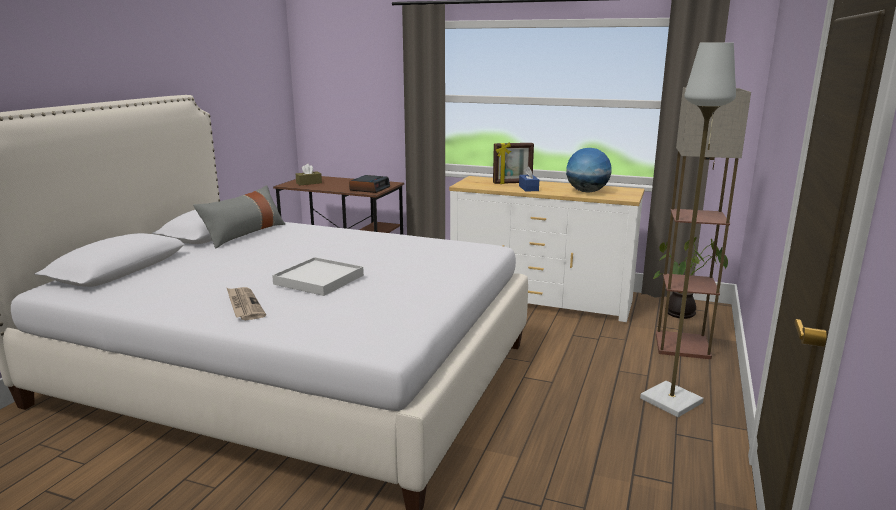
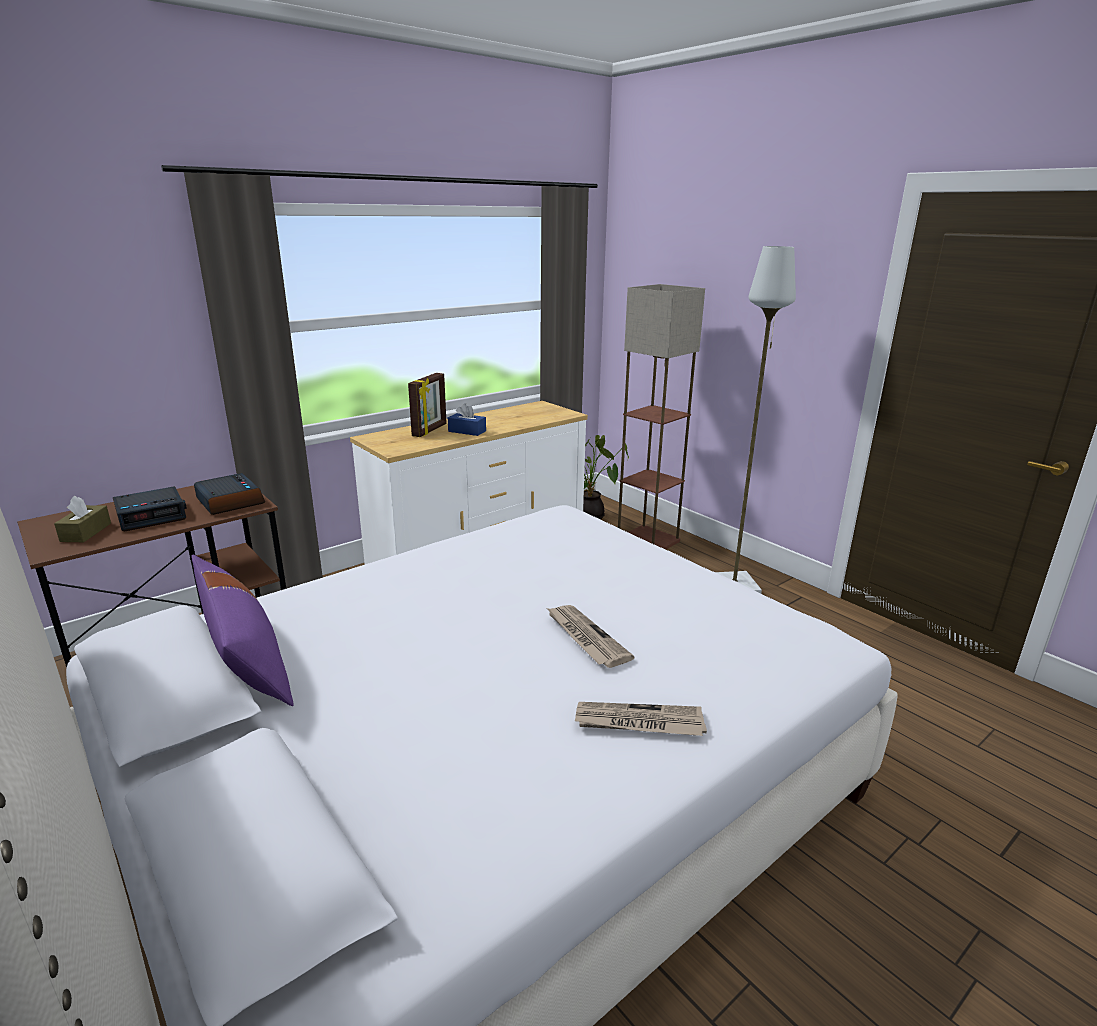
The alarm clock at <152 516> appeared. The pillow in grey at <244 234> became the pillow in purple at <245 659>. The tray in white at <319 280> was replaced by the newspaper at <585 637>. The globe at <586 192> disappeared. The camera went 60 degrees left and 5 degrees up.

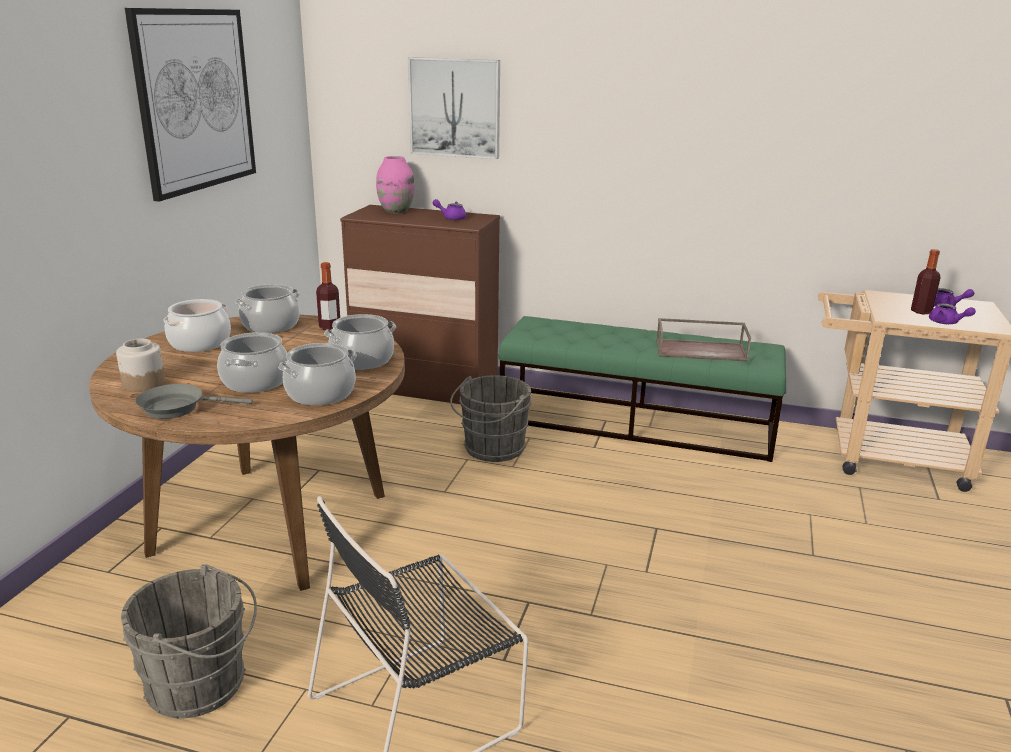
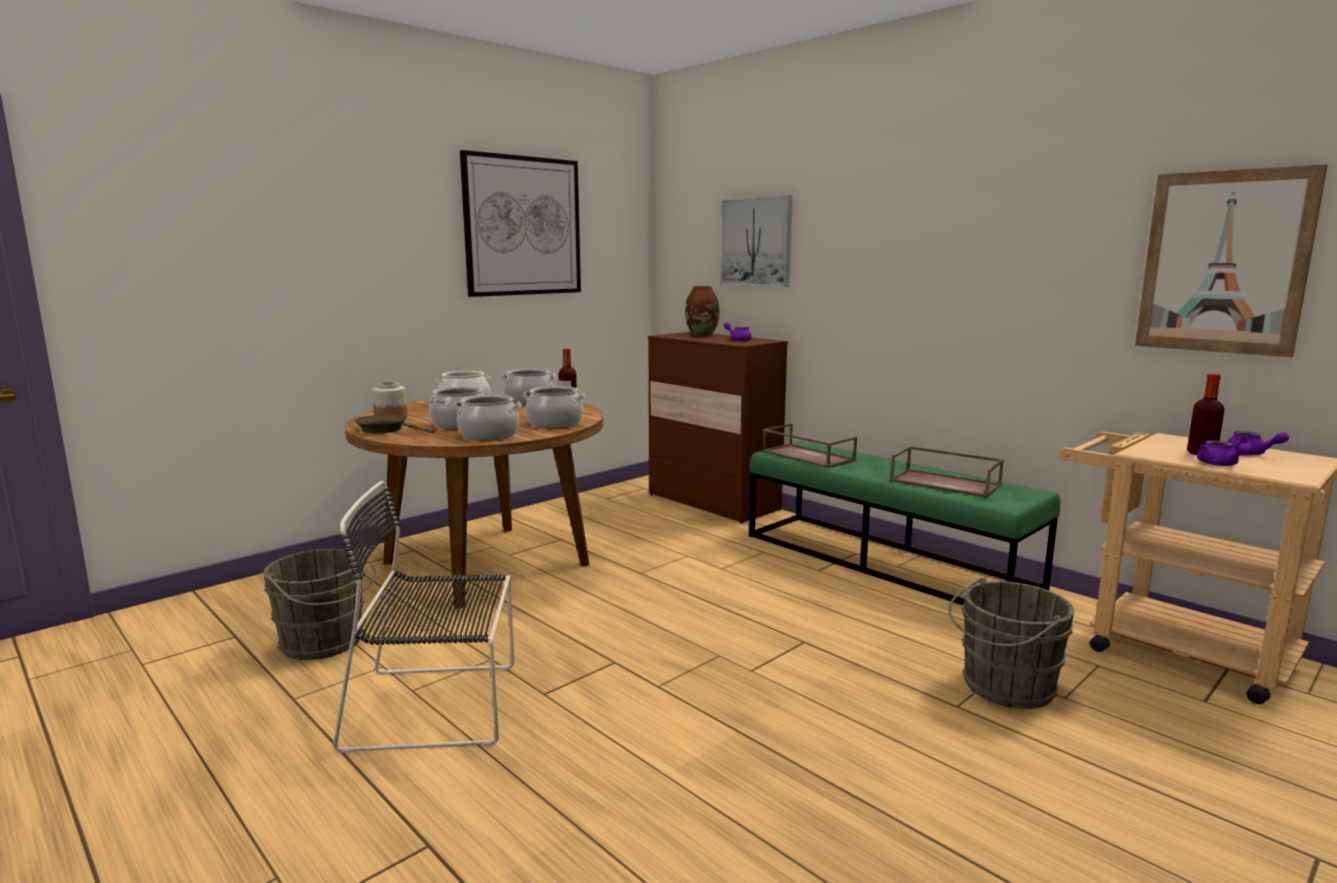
The frying pan in grey at <178 408> became the frying pan in brown at <386 430>. The vase in pink at <396 211> became the vase in brown at <701 335>. The tray in brown at <806 456> appeared. The bucket in grey moved from <492 449> to <1003 687>. The picture at <1223 262> appeared. The camera went 30 degrees right and 10 degrees down.

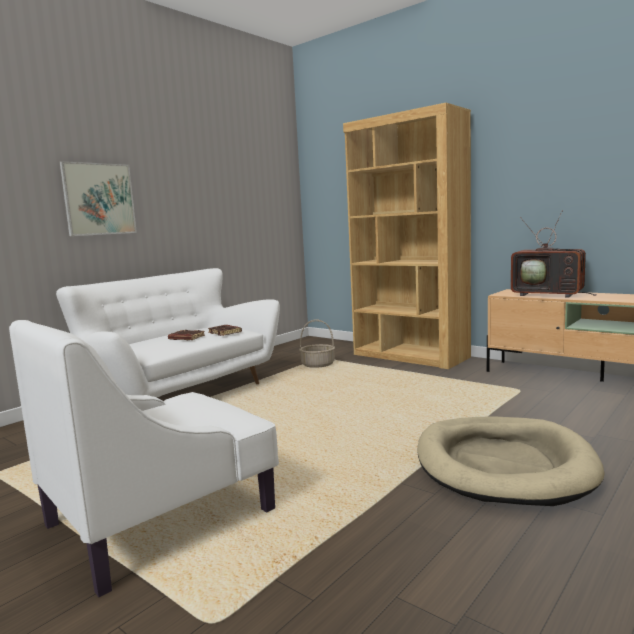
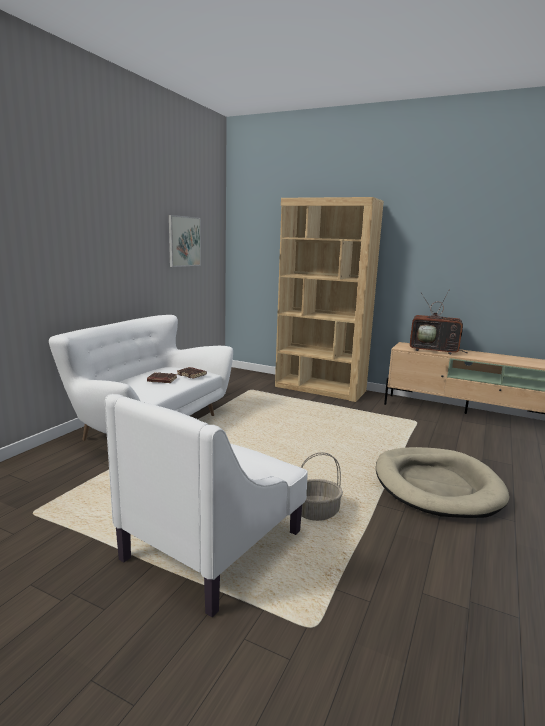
The picture moved from <99 199> to <184 241>. The basket moved from <318 365> to <316 511>. The camera went 15 degrees left and 5 degrees up.

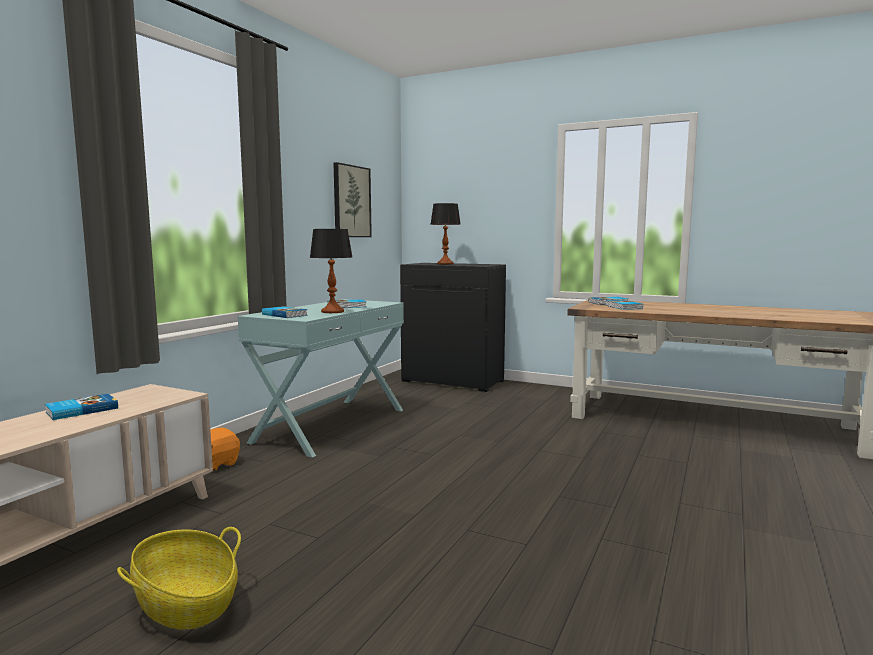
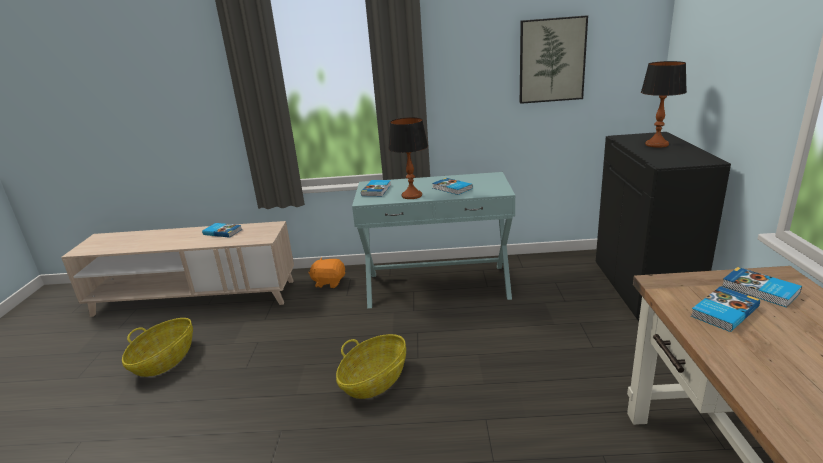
The basket at <375 381> appeared. The camera went 65 degrees right and 15 degrees up.

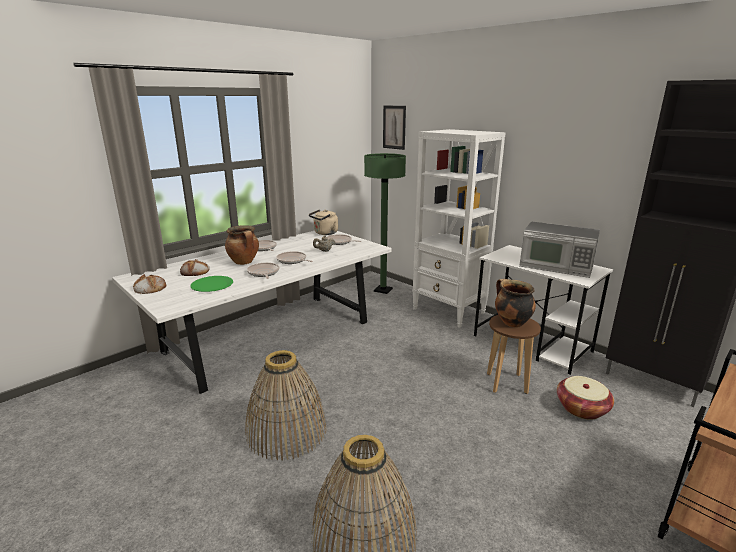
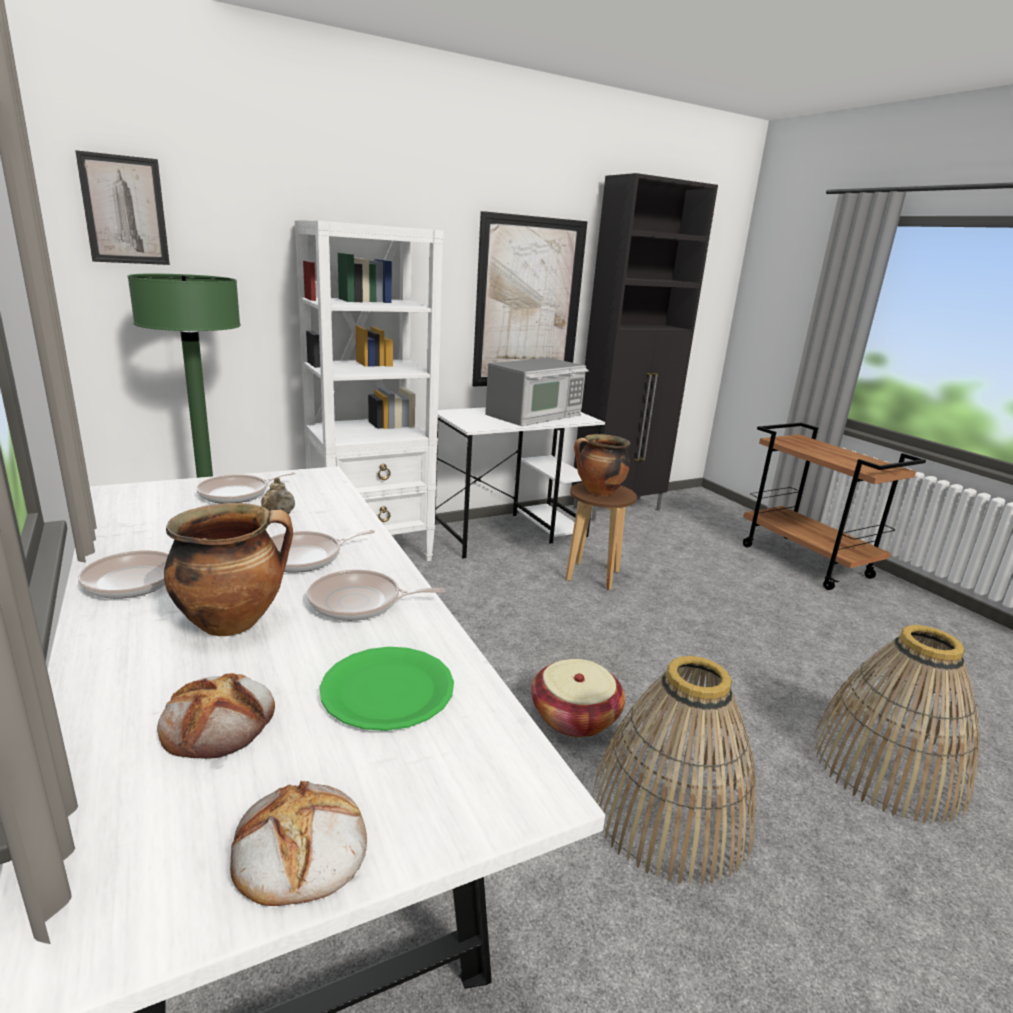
The picture at <529 304> appeared. The basket moved from <581 408> to <574 717>. The kettle in beige at <324 233> disappeared. The camera went 75 degrees left and 0 degrees up.

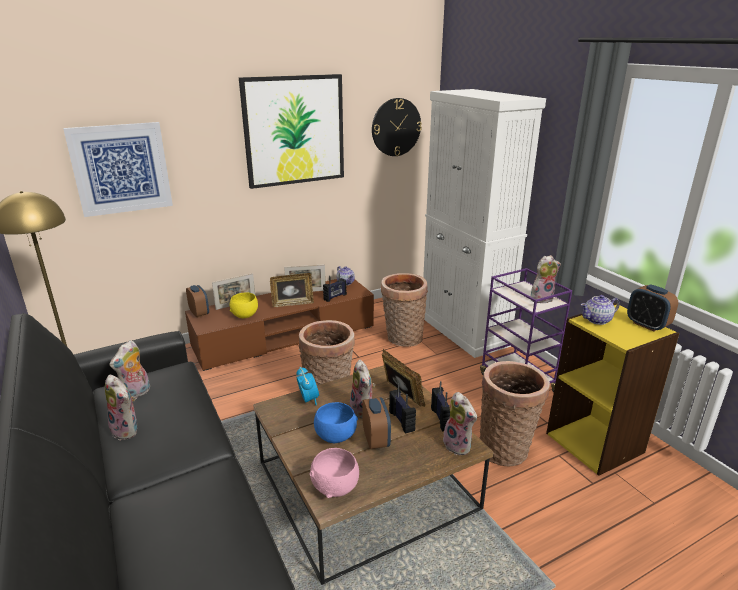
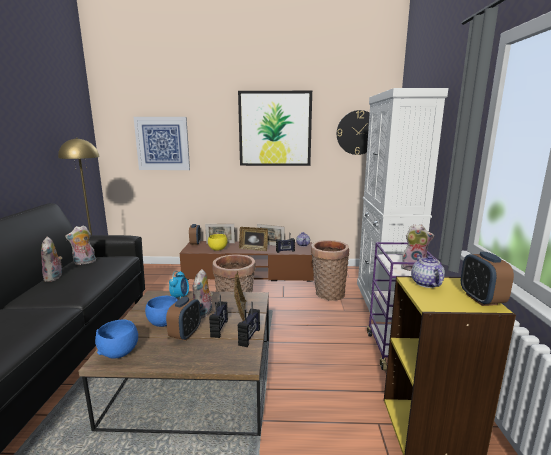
The bowl in pink at <336 487> became the bowl in blue at <119 352>. The teapot at <597 320> turned 75 degrees clockwise. The plush toy at <459 445> disappeared. The basket at <506 448> disappeared. The camera went 30 degrees right and 10 degrees down.

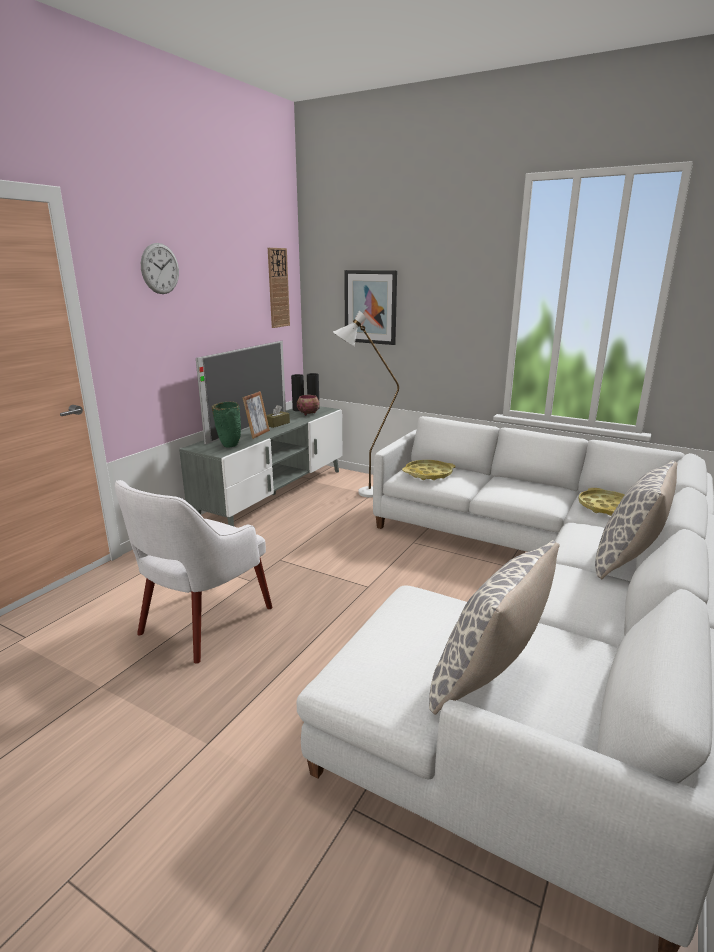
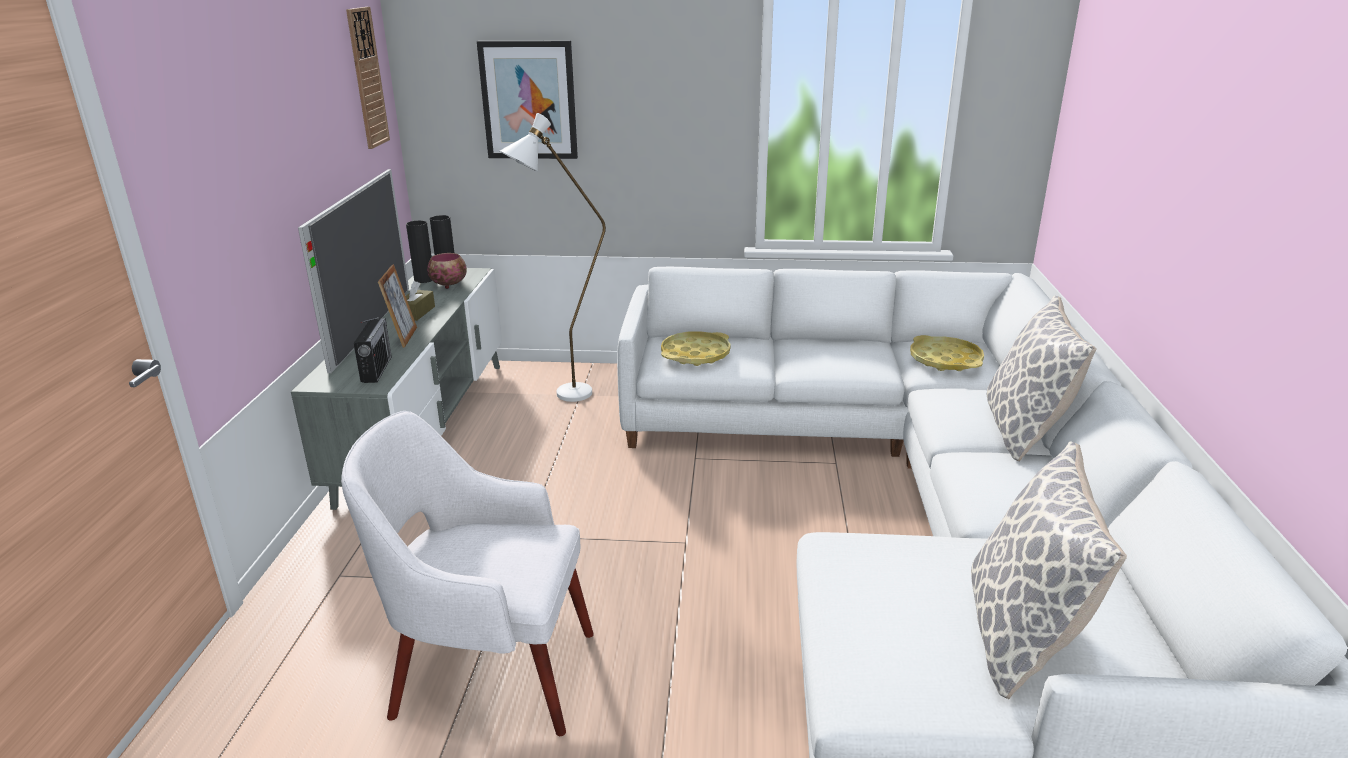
The armchair in white at <203 622> turned 90 degrees clockwise. The vase in green at <228 446> was replaced by the radio at <376 369>. The wall clock at <160 268> disappeared. The camera went 25 degrees left and 5 degrees up.

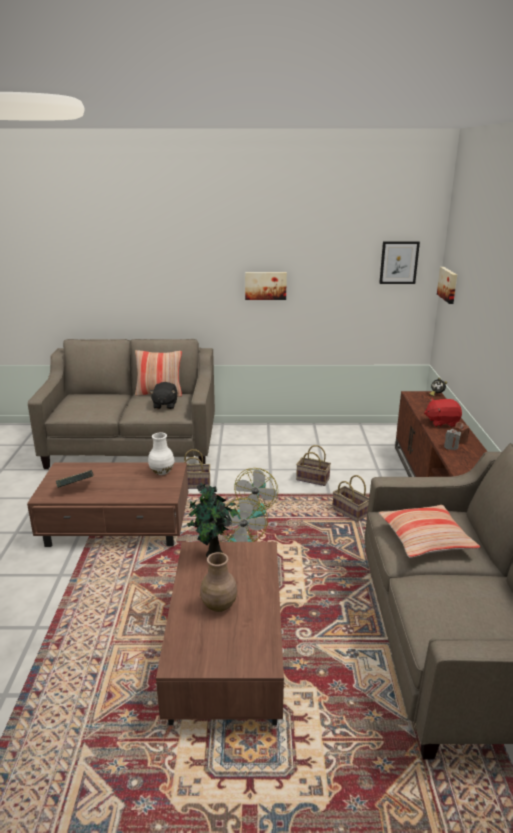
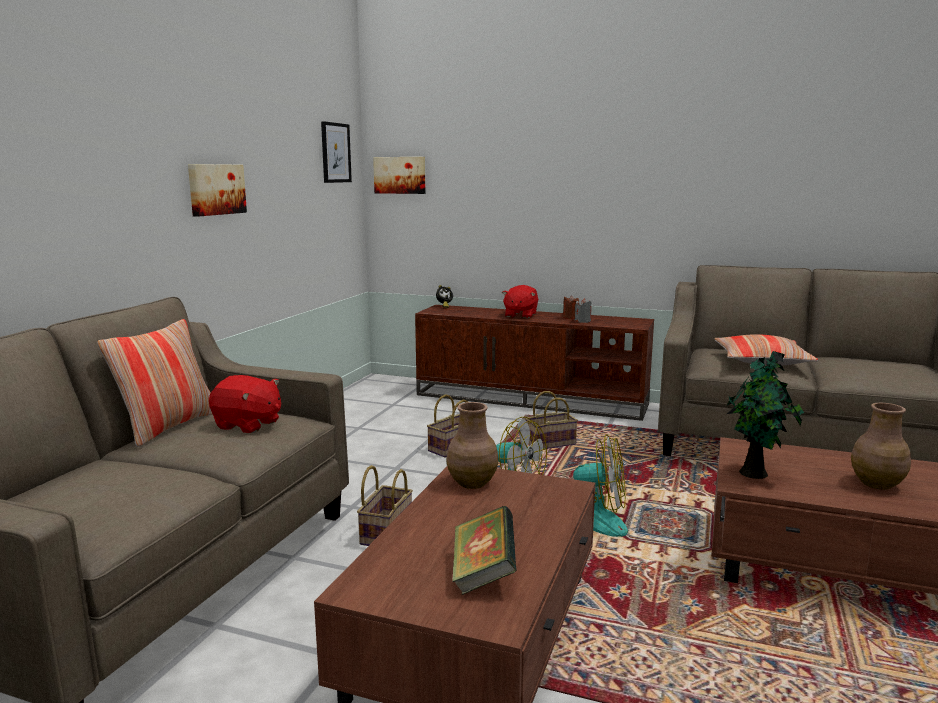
The plush toy in black at <165 405> became the plush toy in red at <248 425>. The vase in white at <162 471> became the vase in brown at <472 482>. The camera went 70 degrees left and 10 degrees down.

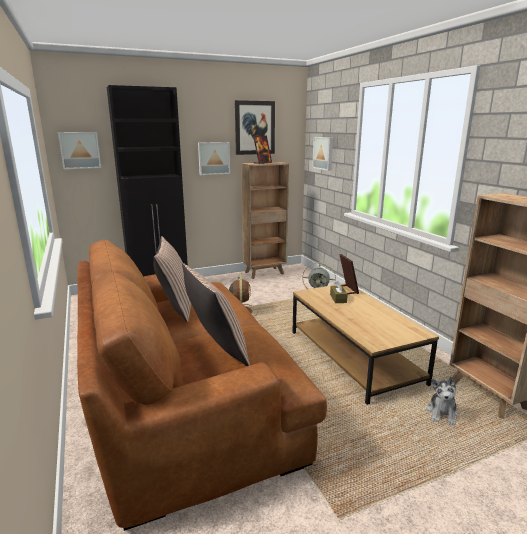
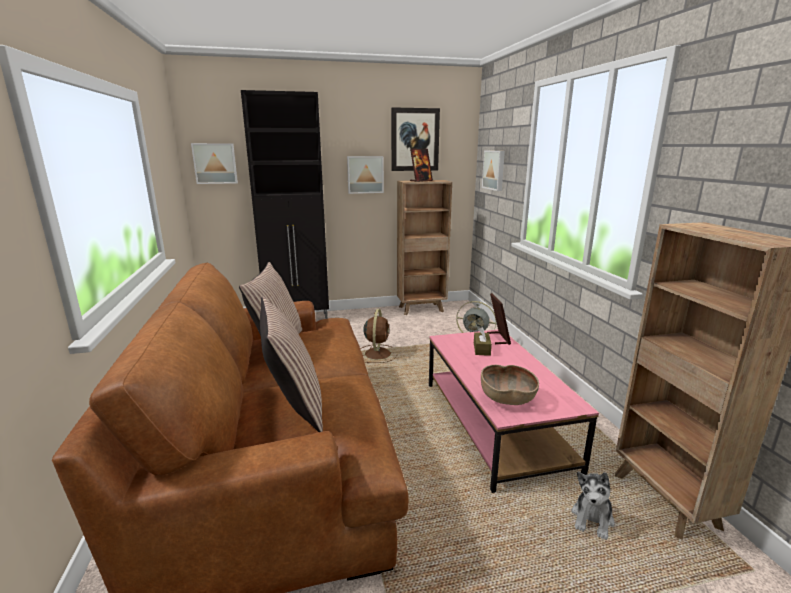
The coffee table in brown at <353 356> became the coffee table in pink at <494 424>. The bowl in brown at <507 399> appeared. The camera went 10 degrees right and 0 degrees up.

